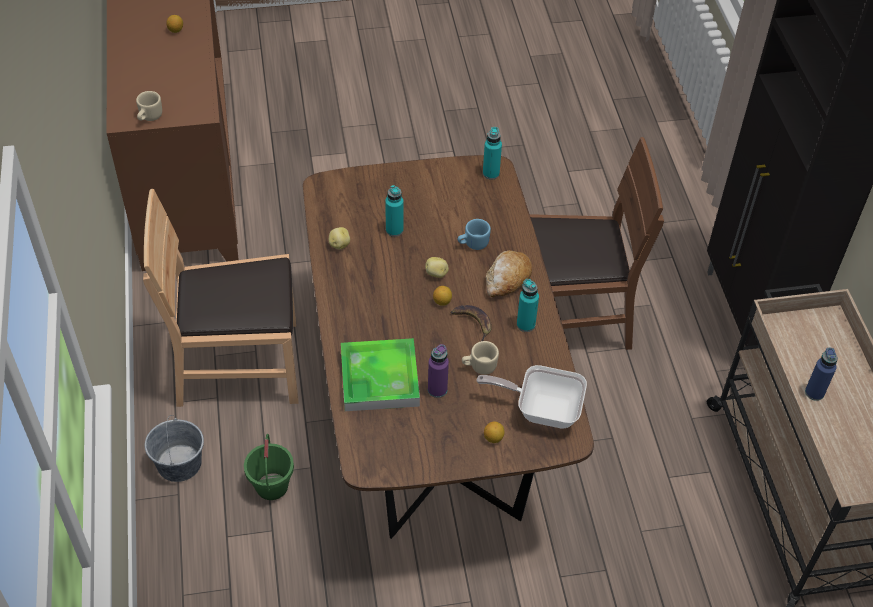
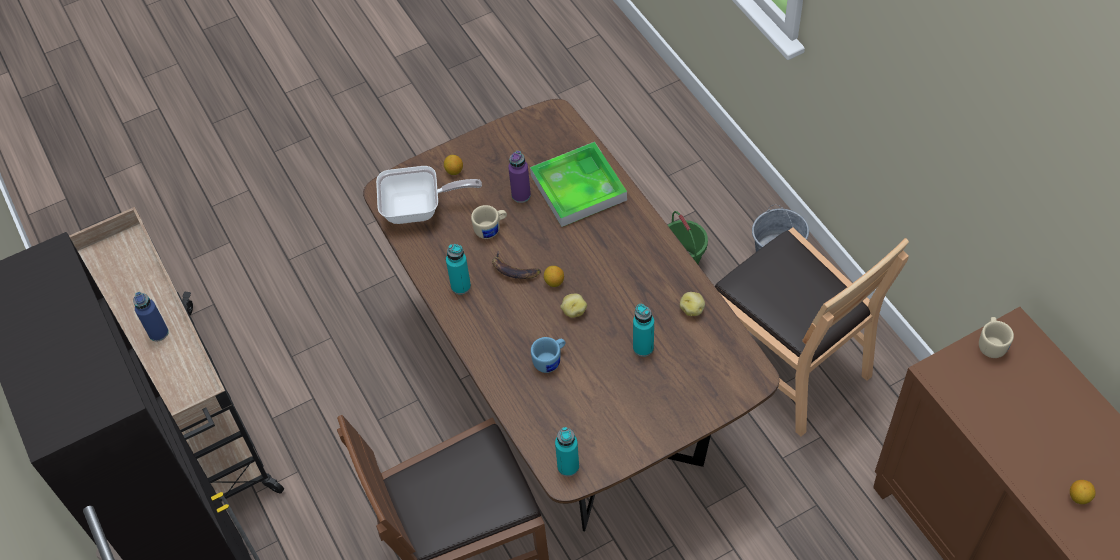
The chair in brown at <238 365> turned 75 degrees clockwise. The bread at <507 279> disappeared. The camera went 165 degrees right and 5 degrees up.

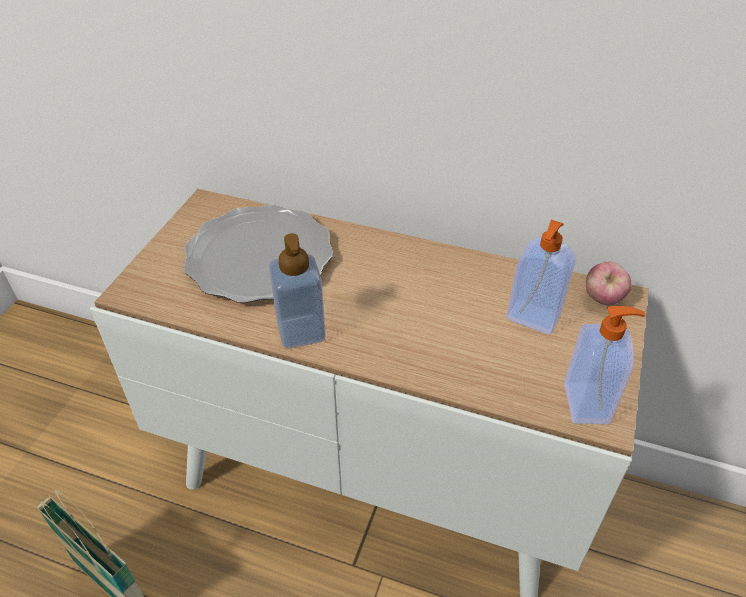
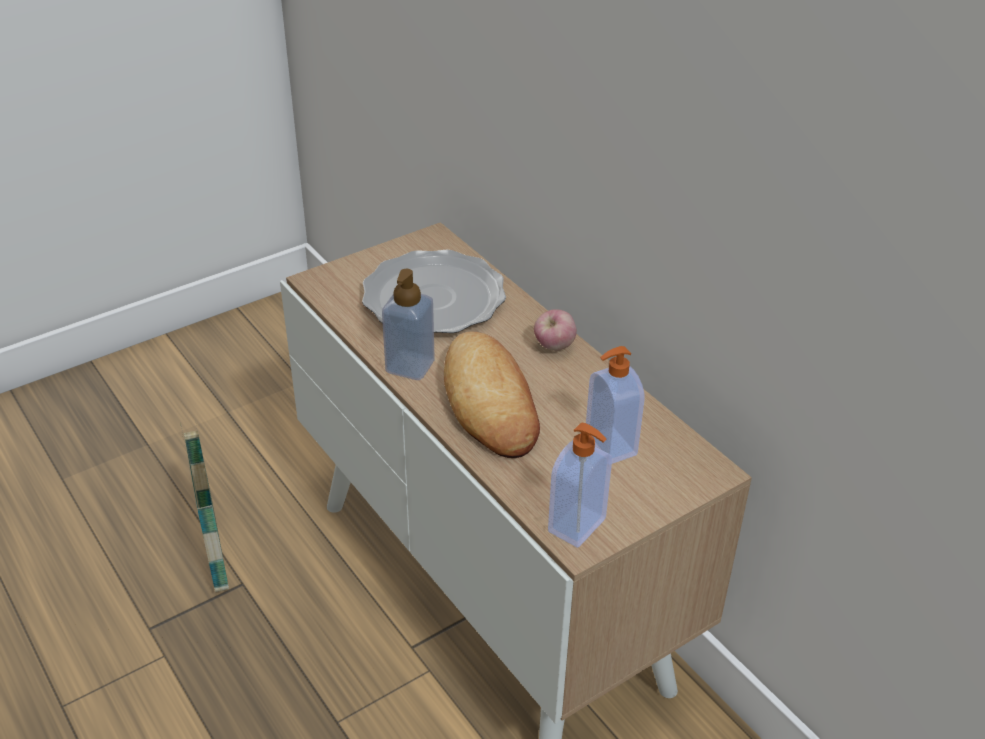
The bread at <490 402> appeared. The apple moved from <602 300> to <554 347>. The camera went 35 degrees right and 5 degrees down.

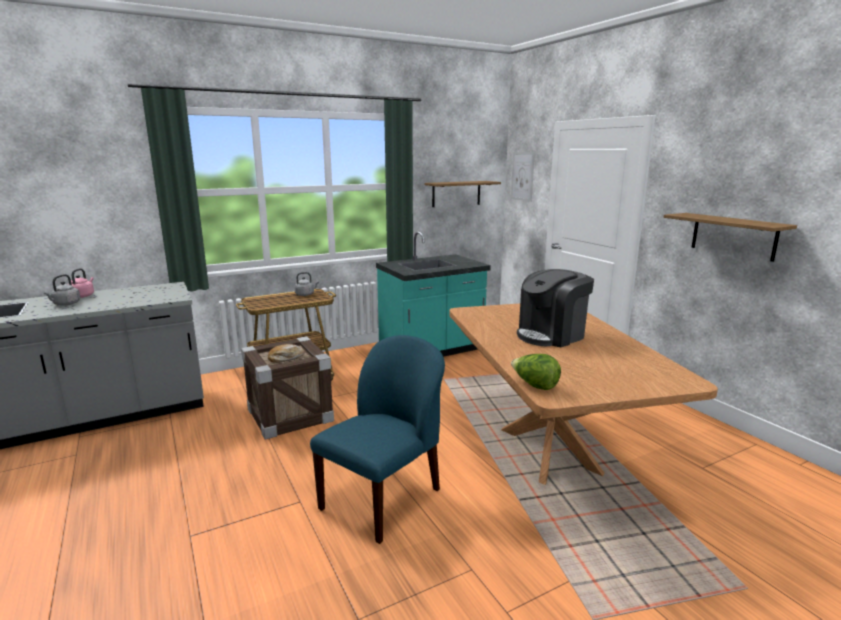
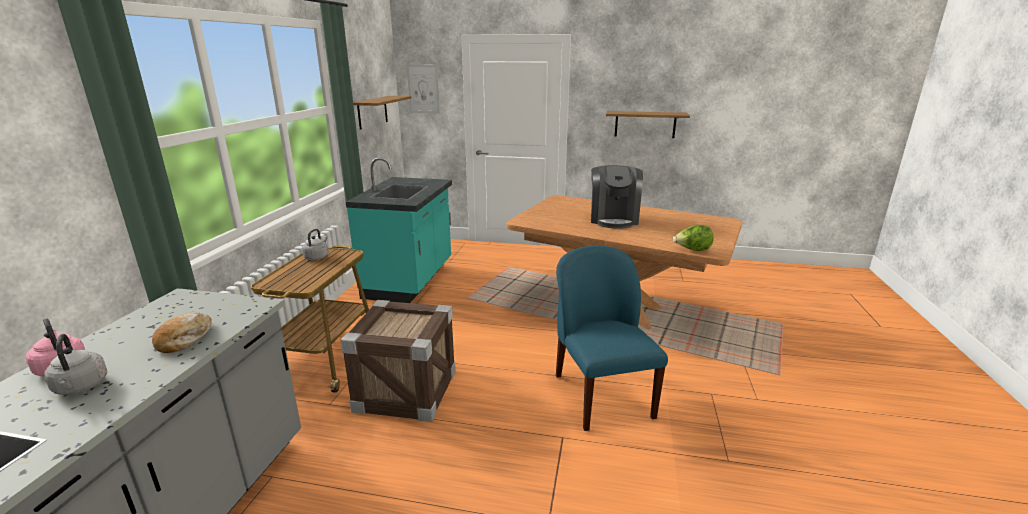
The bread moved from <285 358> to <185 339>. The camera went 50 degrees left and 5 degrees up.

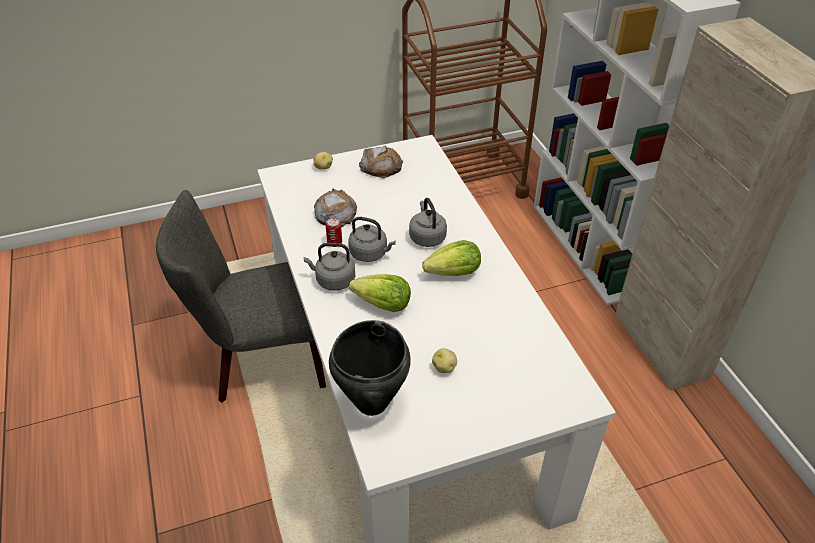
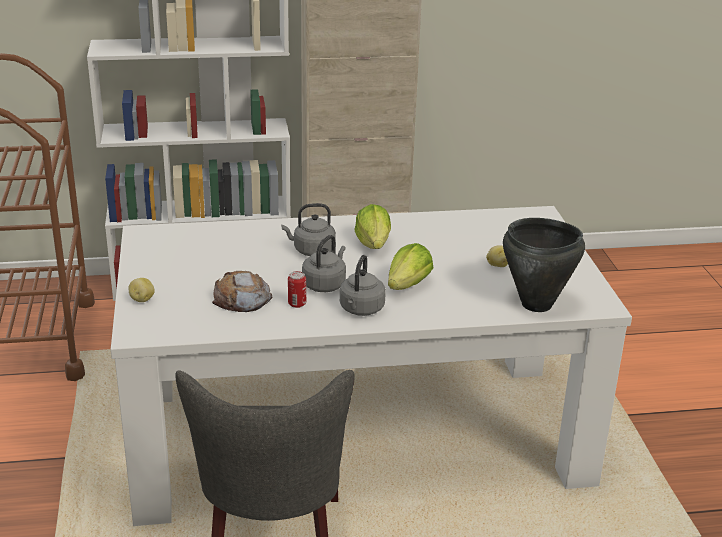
The bread at <381 166> disappeared. The camera went 80 degrees left and 15 degrees down.

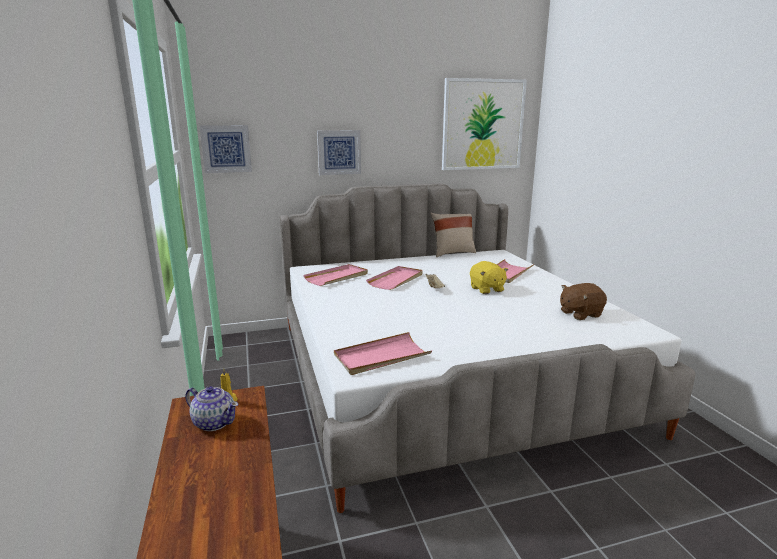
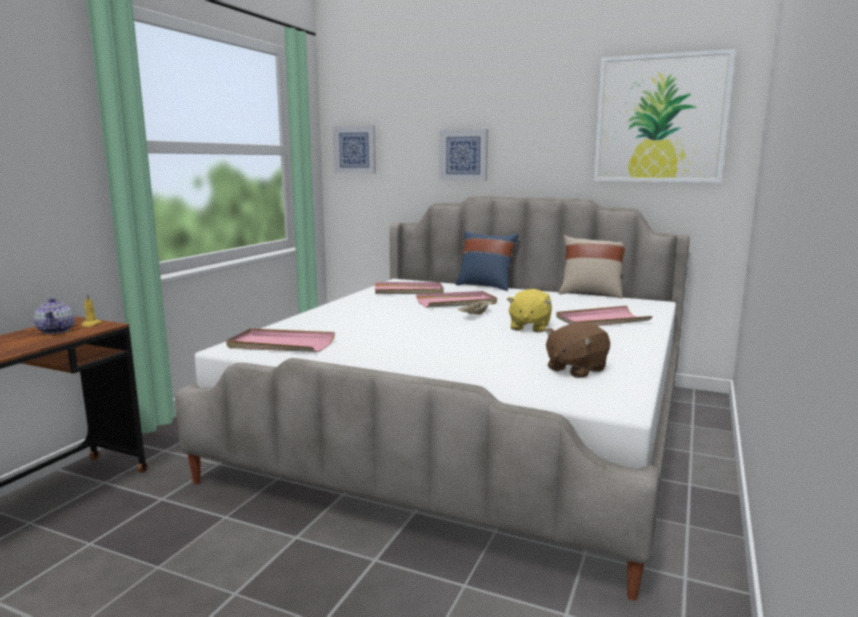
The pillow in blue at <485 286> appeared. The plush toy in brown at <580 314> turned 60 degrees counterclockwise. The camera went 40 degrees right and 5 degrees down.

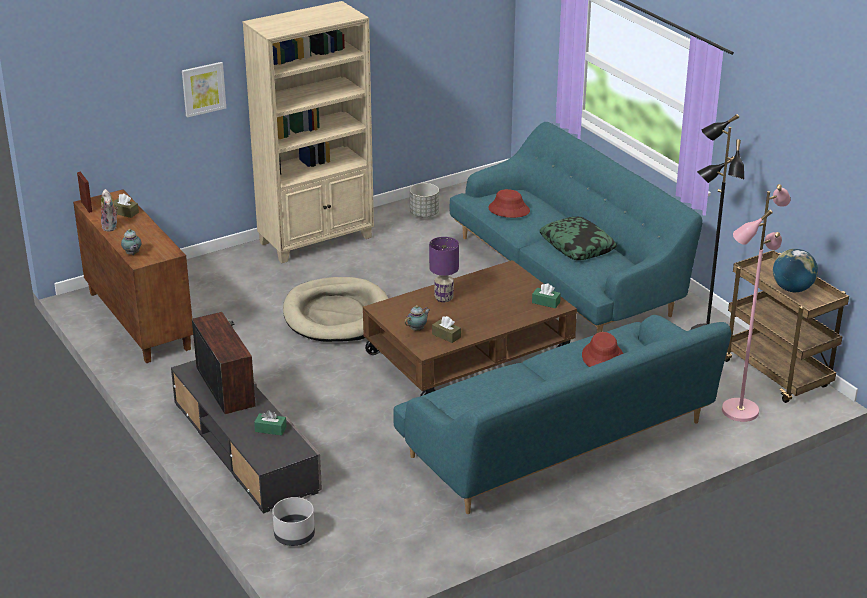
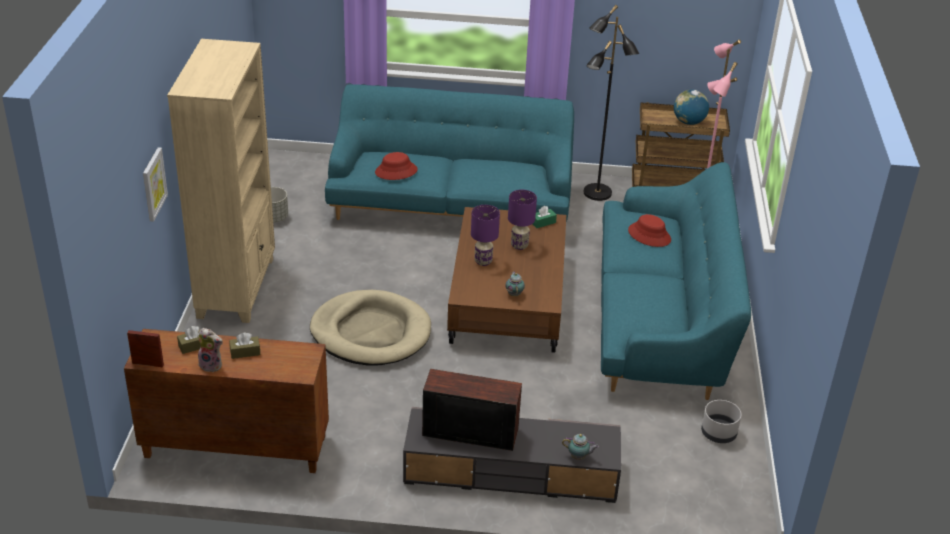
The tissue box in brown moved from <446 335> to <245 352>. The table lamp in purple at <519 245> appeared. The teapot moved from <132 254> to <579 457>. The planter in grey moved from <294 536> to <719 433>. The tissue box in green at <270 429> disappeared. The pillow at <577 246> disappeared. The camera went 55 degrees left and 5 degrees up.

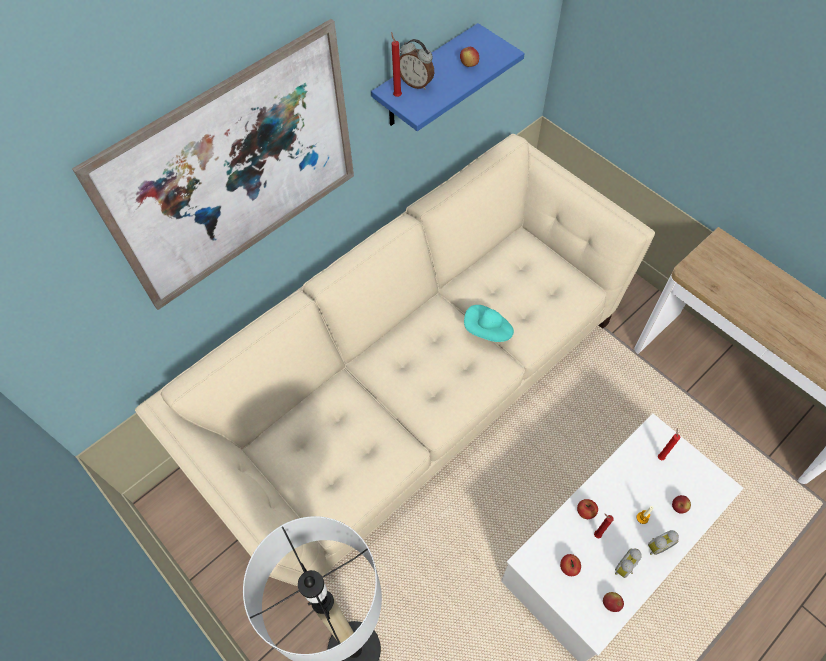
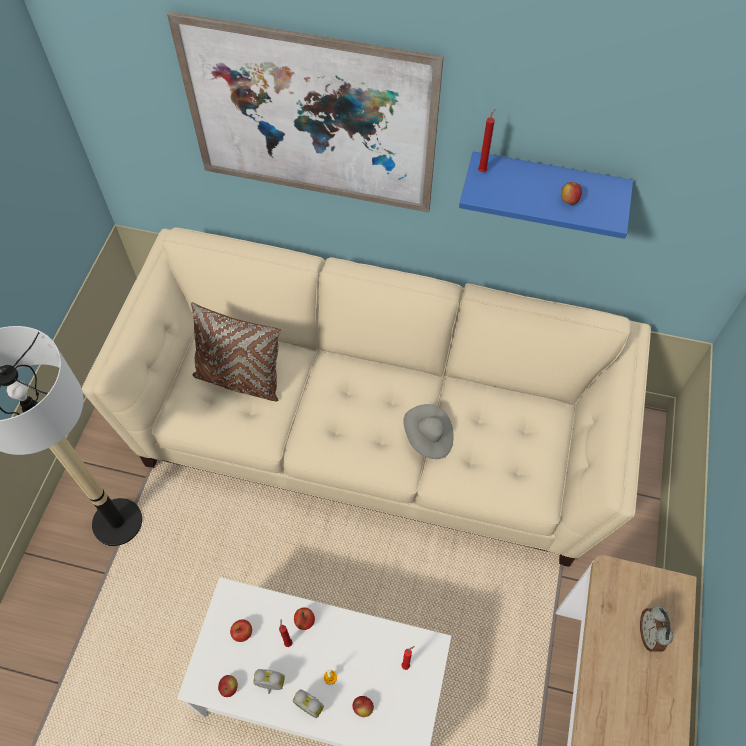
The pillow in brown at <240 379> appeared. The hat in turquoise at <488 331> became the hat in grey at <428 438>. The alarm clock moved from <416 83> to <649 634>. The camera went 55 degrees right and 0 degrees up.

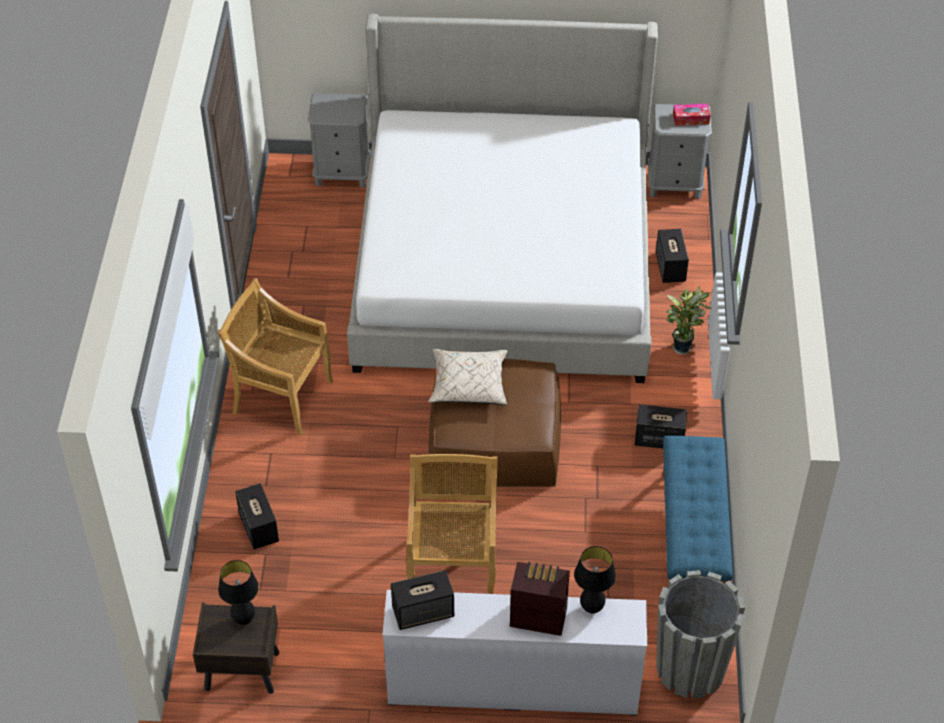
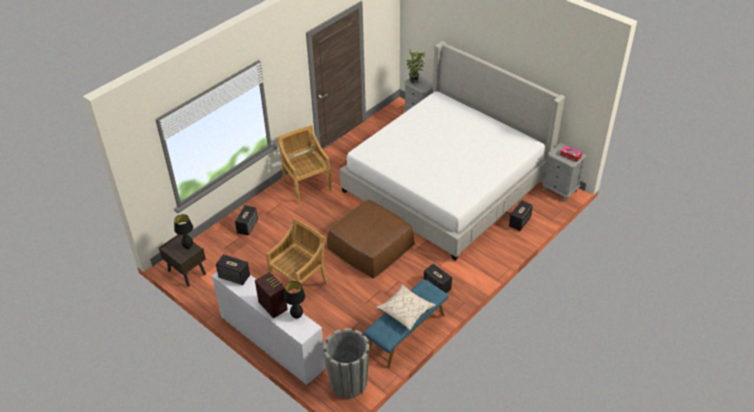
The pillow in beige moved from <468 384> to <405 311>. The potted plant moved from <682 346> to <415 81>. The camera went 40 degrees right and 5 degrees down.

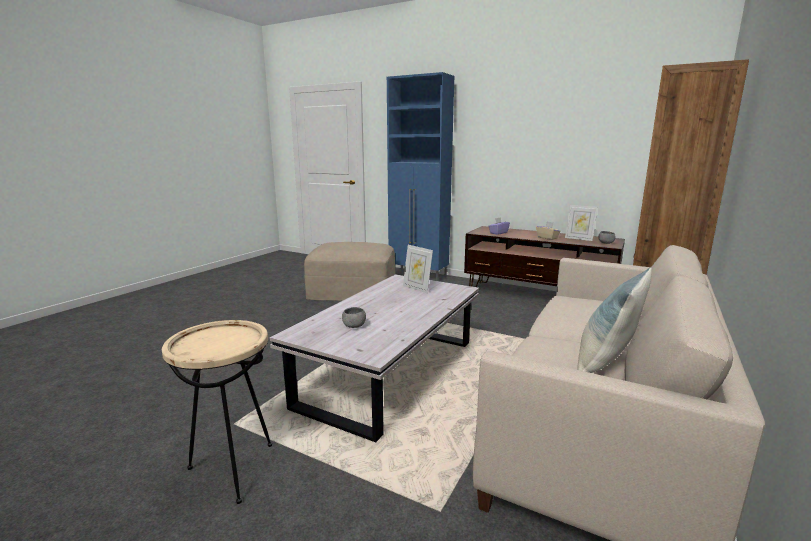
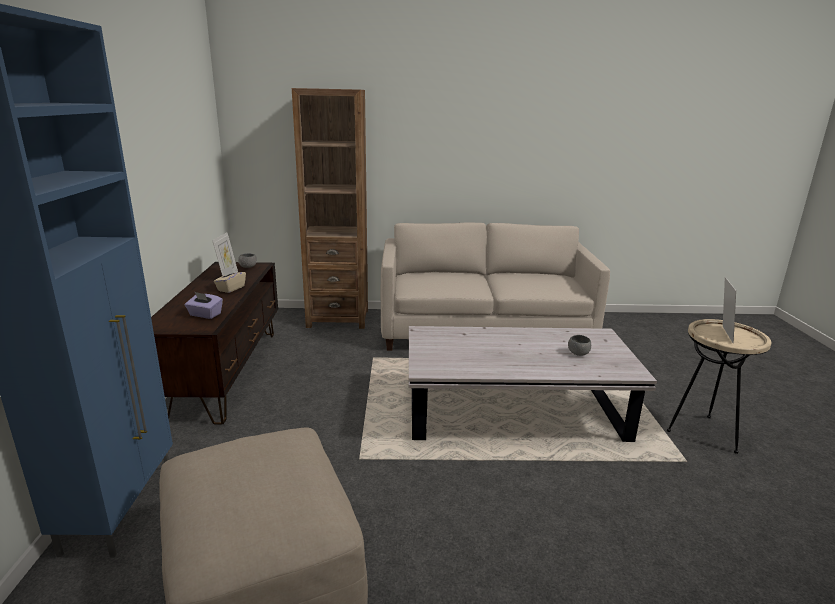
The picture frame moved from <417 288> to <723 334>. The pillow at <606 363> disappeared. The camera went 120 degrees left and 5 degrees up.

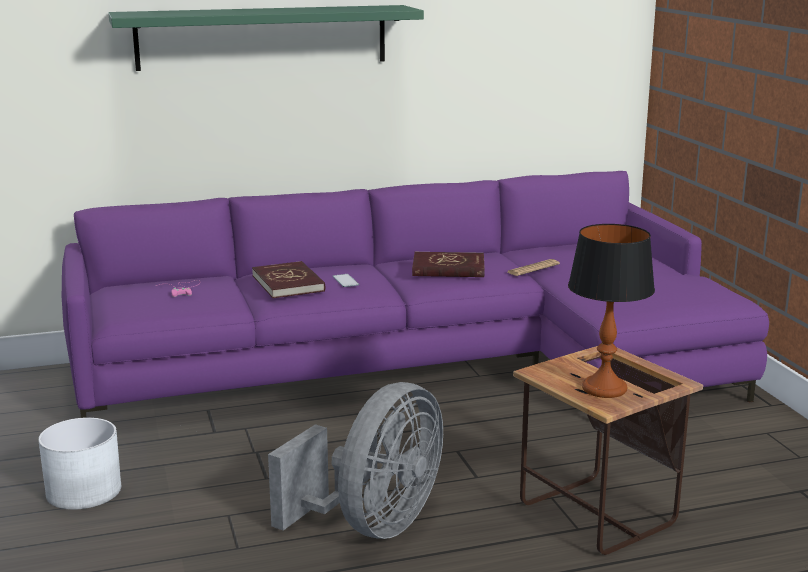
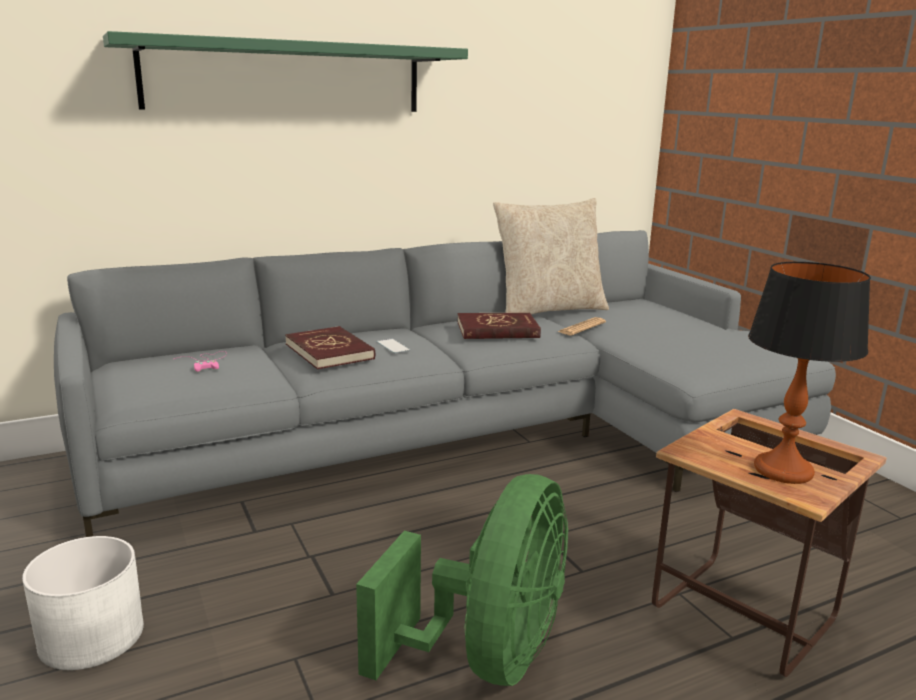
The sofa in purple at <427 367> became the sofa in grey at <472 435>. The fan in grey at <373 525> became the fan in green at <487 657>. The pillow in beige at <548 310> appeared. The camera went 10 degrees left and 0 degrees up.

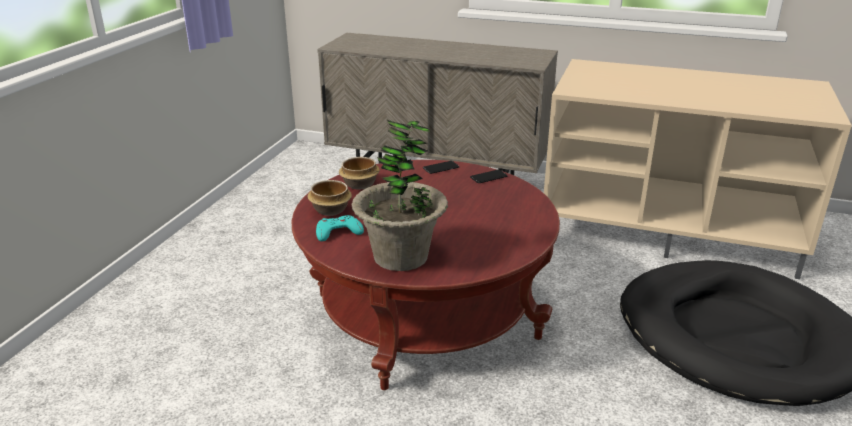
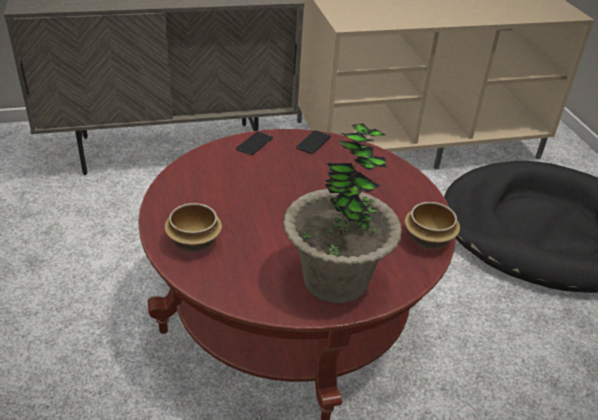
The bowl moved from <360 185> to <429 240>. The game controller in turquoise at <338 232> disappeared. The camera went 35 degrees left and 10 degrees up.

